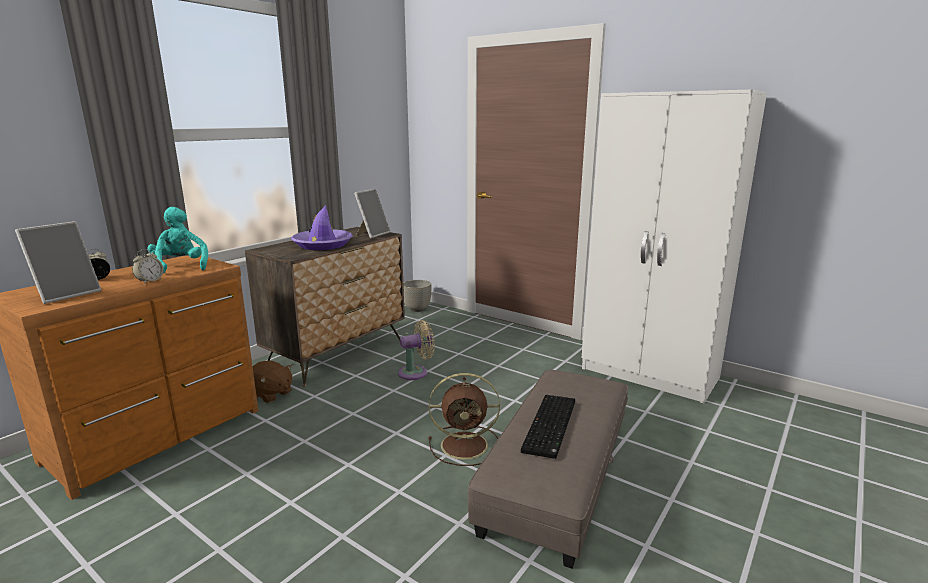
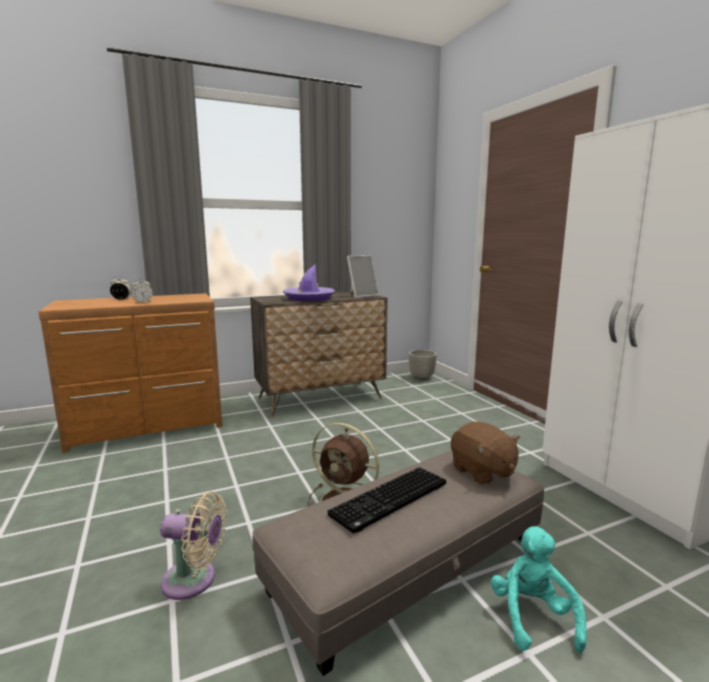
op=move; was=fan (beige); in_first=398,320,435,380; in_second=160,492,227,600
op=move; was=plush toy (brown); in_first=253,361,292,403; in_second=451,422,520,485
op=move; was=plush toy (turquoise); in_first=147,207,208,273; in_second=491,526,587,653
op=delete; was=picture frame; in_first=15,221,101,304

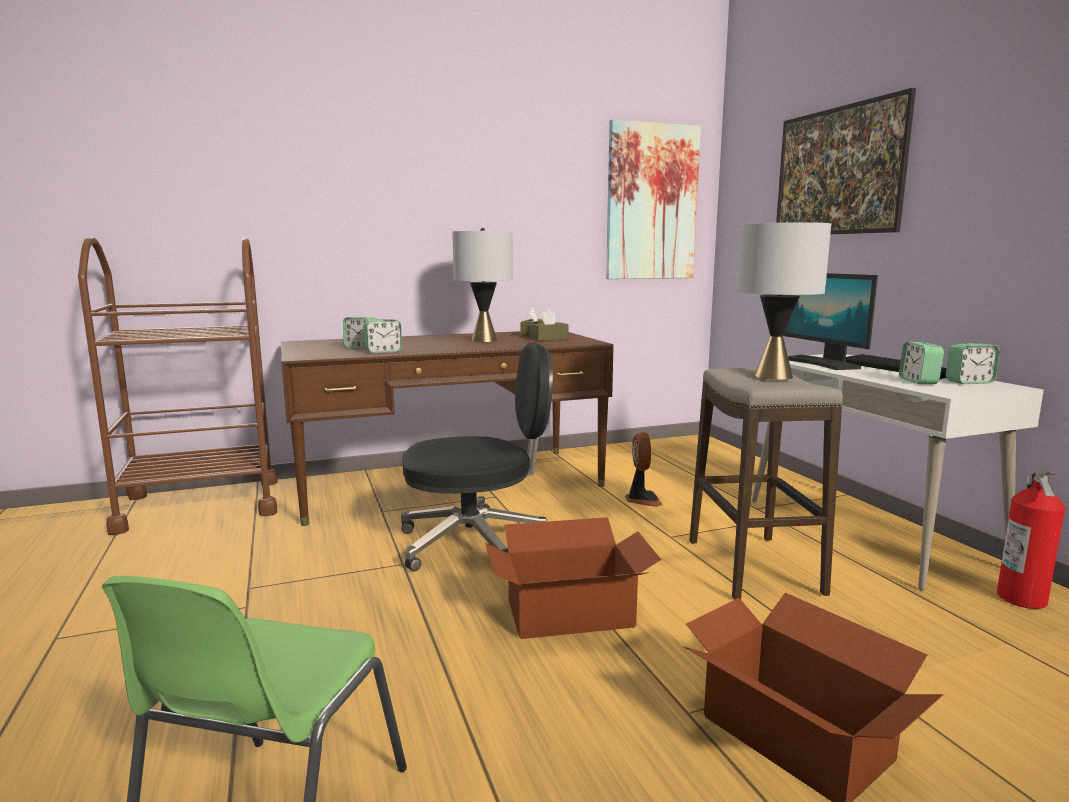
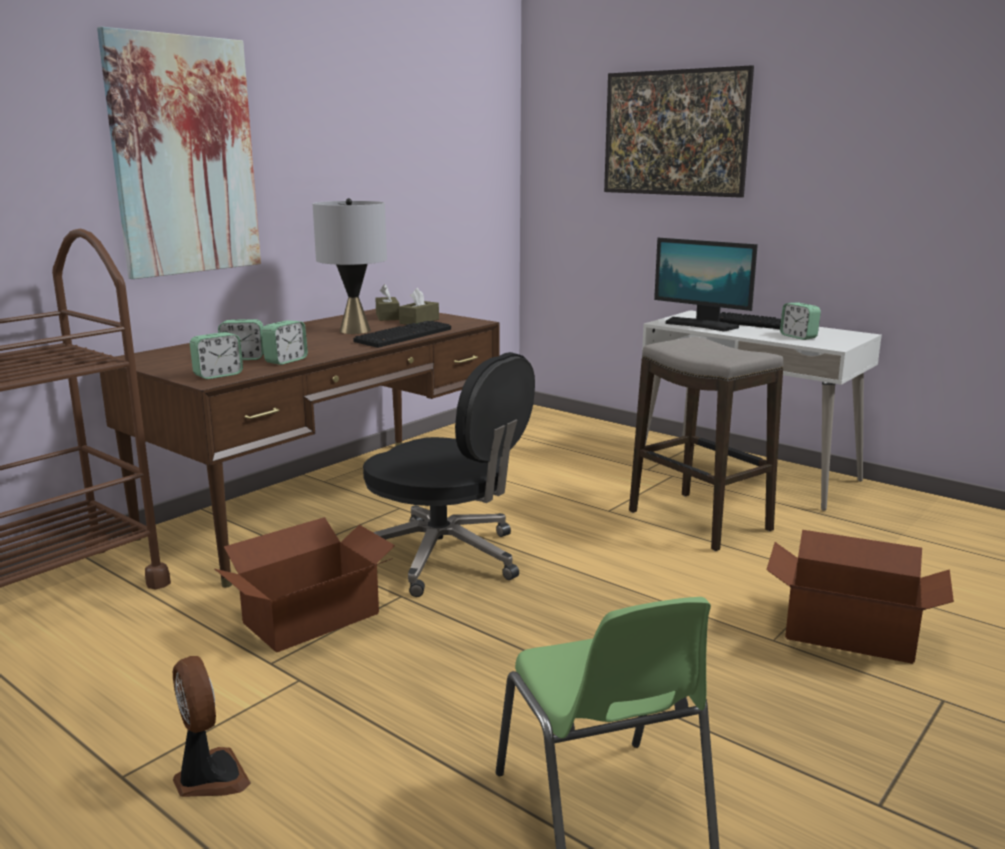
op=move; was=picture; in_first=606,119,701,279; in_second=97,27,261,279
op=move; was=fan; in_first=625,432,662,507; in_second=173,656,251,797
op=move; was=alarm clock; in_first=946,343,1000,384; in_second=190,332,243,379
op=move; was=cardboard box; in_first=485,517,661,639; in_second=215,517,395,652
op=insert; now=keyboard; in_second=353,321,451,348
op=rotate; was=office chair (black); in_first=401,343,553,572; in_second=363,352,535,597; clockwise=75
op=delete; was=table lamp (grey); in_first=737,219,831,380
op=delete; was=fire extinguisher; in_first=997,471,1065,609

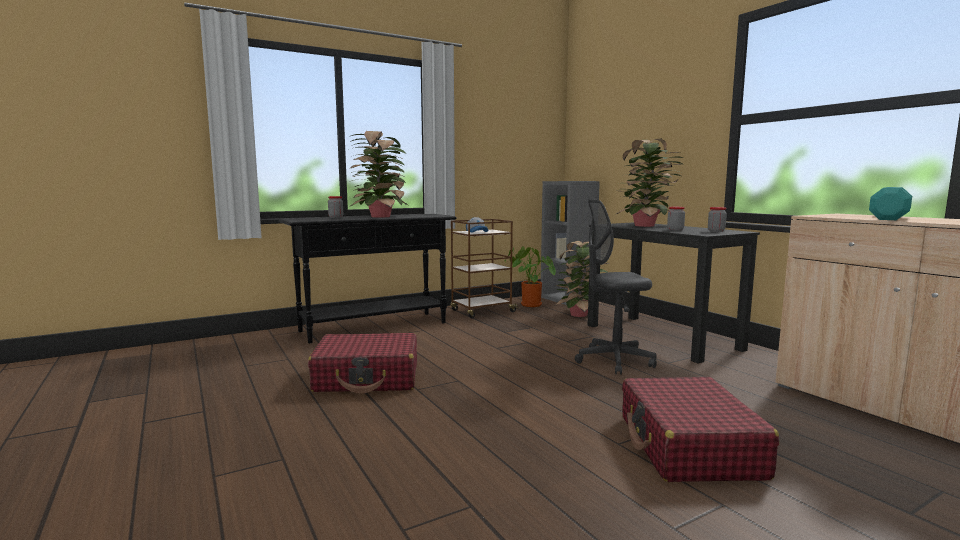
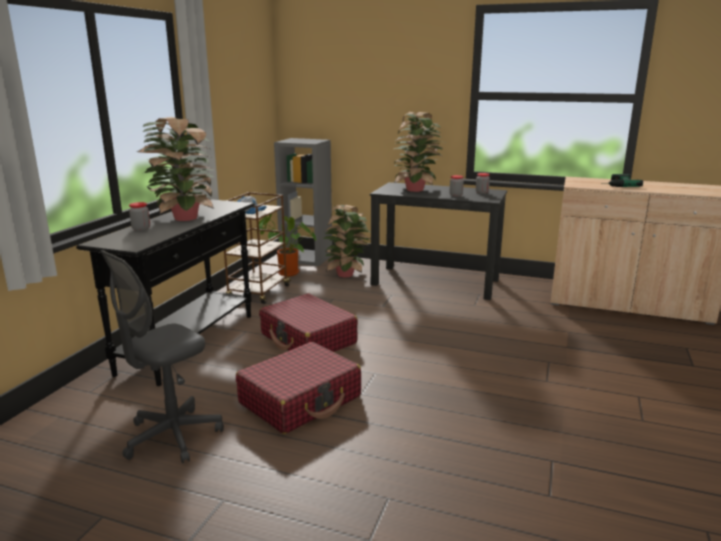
op=move; was=office chair (grey); in_first=575,199,657,375; in_second=101,250,224,463
op=move; was=suitcase (red); in_first=622,377,779,482; in_second=259,293,358,352
op=replace; was=dumbbell (turquoise); now=power drill; in_first=869,187,912,220; in_second=601,174,643,187

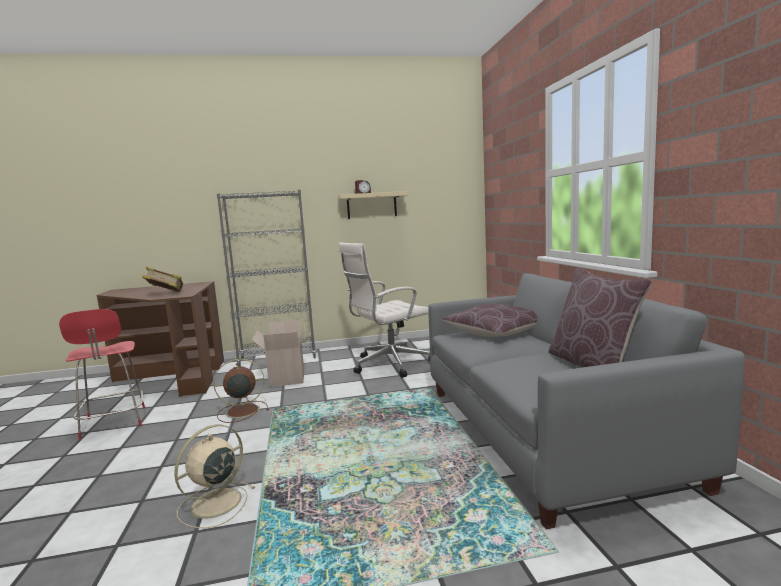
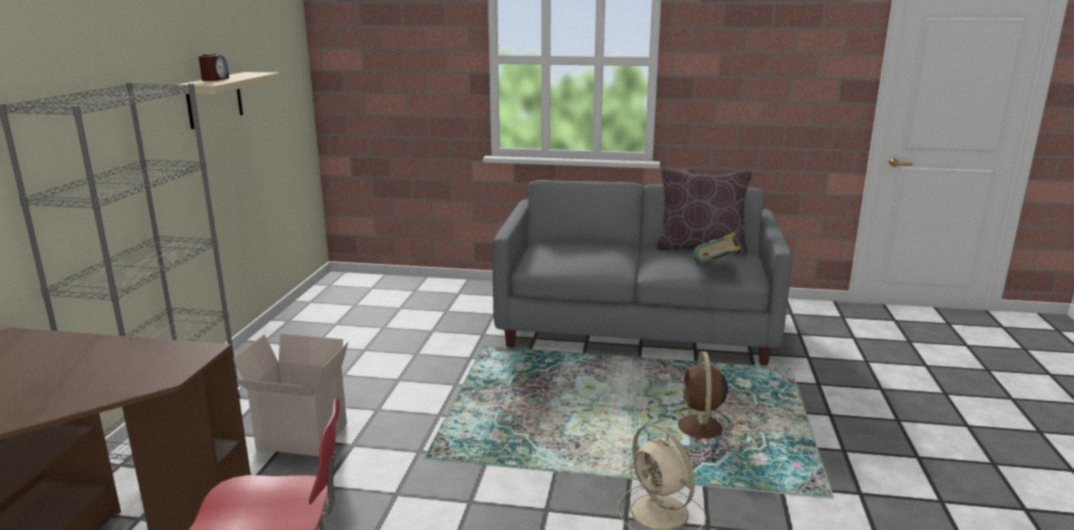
op=move; was=fan (brown); in_first=214,359,269,423; in_second=669,351,735,439
op=move; was=book; in_first=142,266,183,292; in_second=693,233,740,264
op=delete; was=office chair (white); in_first=339,243,430,378
op=delete; was=pillow (brown); in_first=441,304,537,337

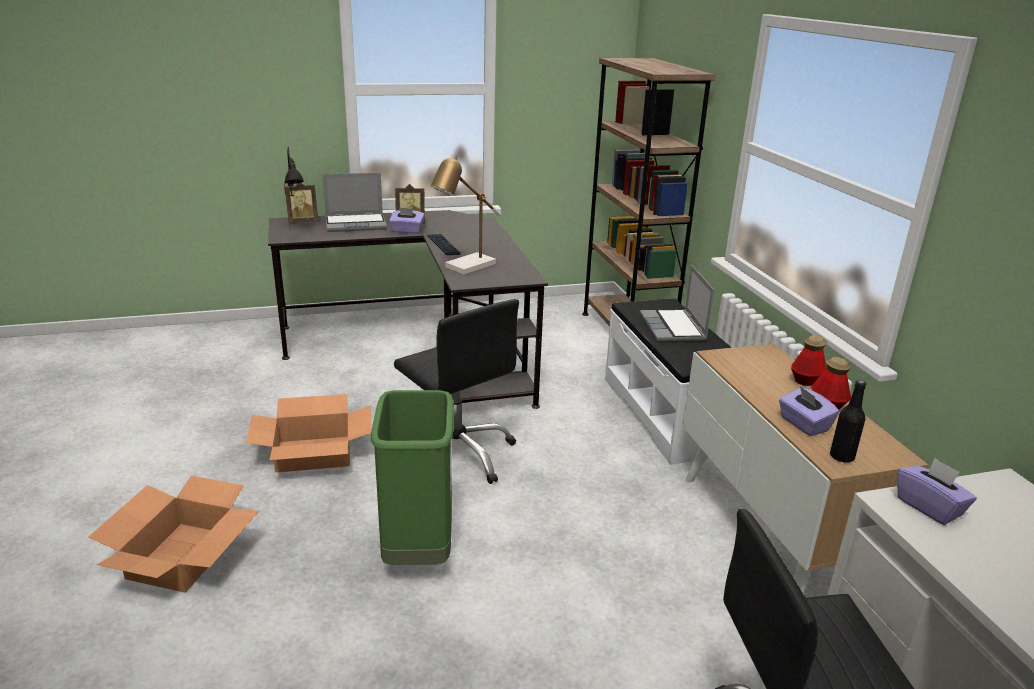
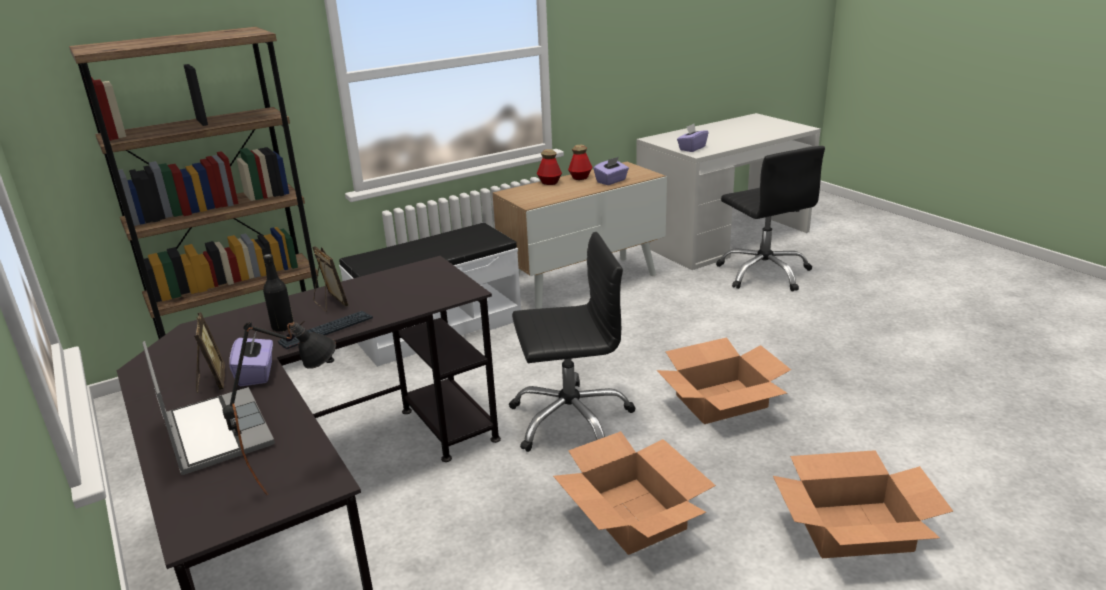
op=move; was=bottle (black); in_first=830,380,866,463; in_second=263,254,294,332
op=move; was=picture frame; in_first=285,183,318,223; in_second=312,246,348,312
op=rotate; was=office chair (black); in_first=394,299,519,484; in_second=509,232,636,452; clockwise=45
op=replace; was=trash can (green); now=cardboard box; in_first=371,390,454,565; in_second=656,337,791,424
op=delete; was=table lamp; in_first=431,155,501,274
op=delete; was=laptop; in_first=640,265,714,341

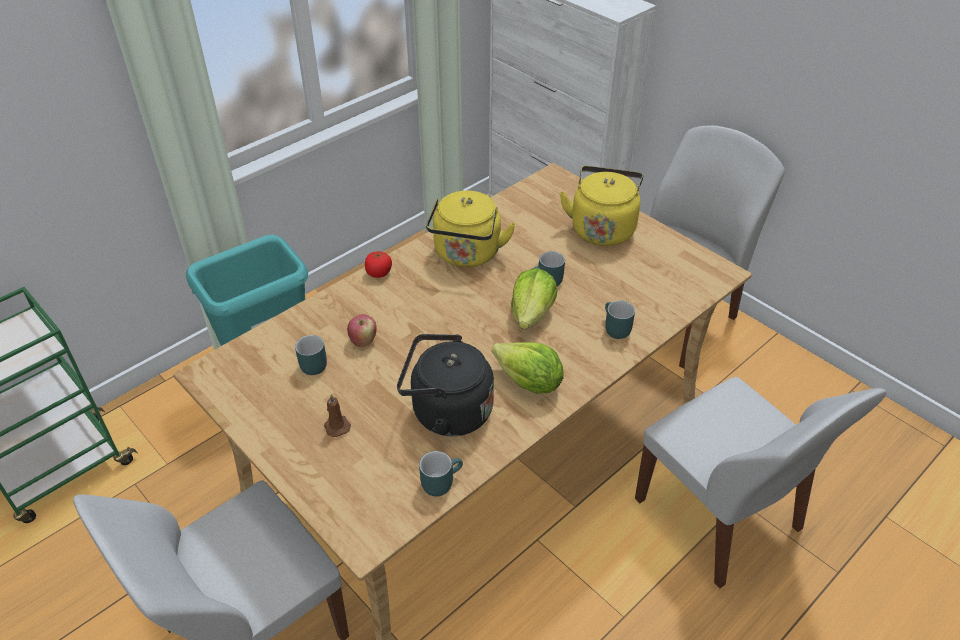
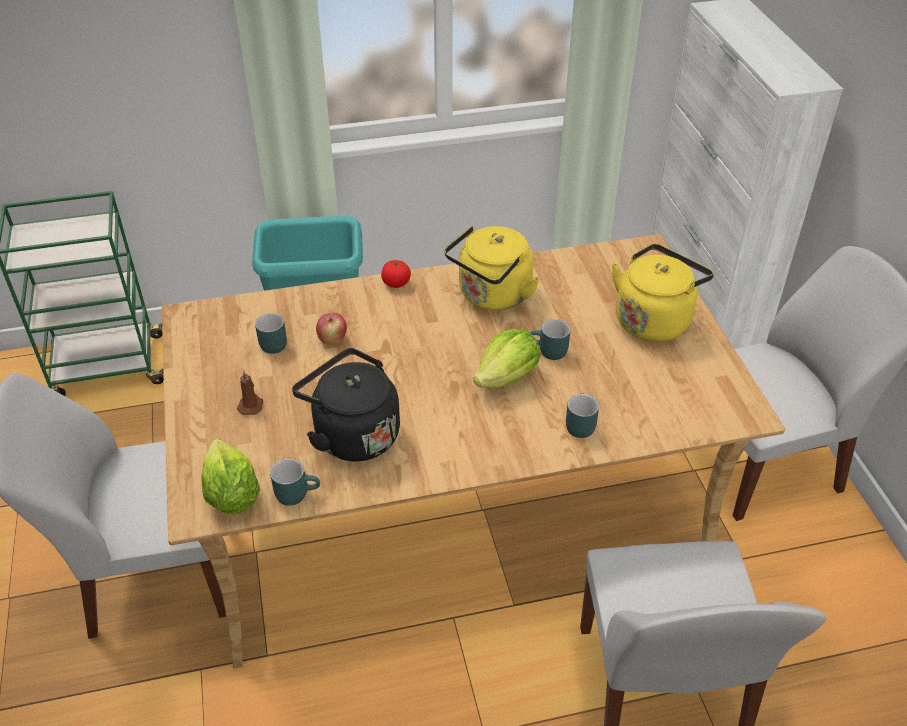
op=move; was=lettuce; in_first=492,342,564,394; in_second=201,439,260,514

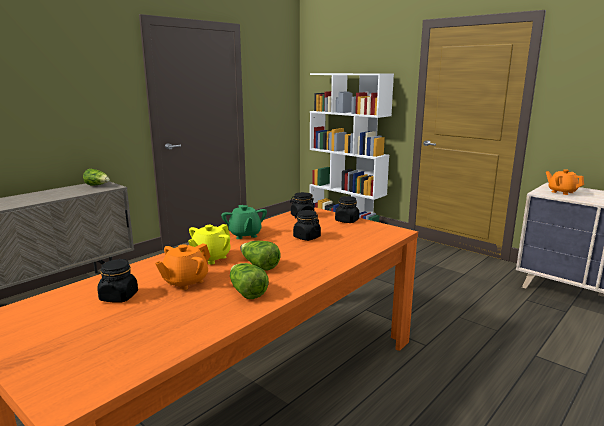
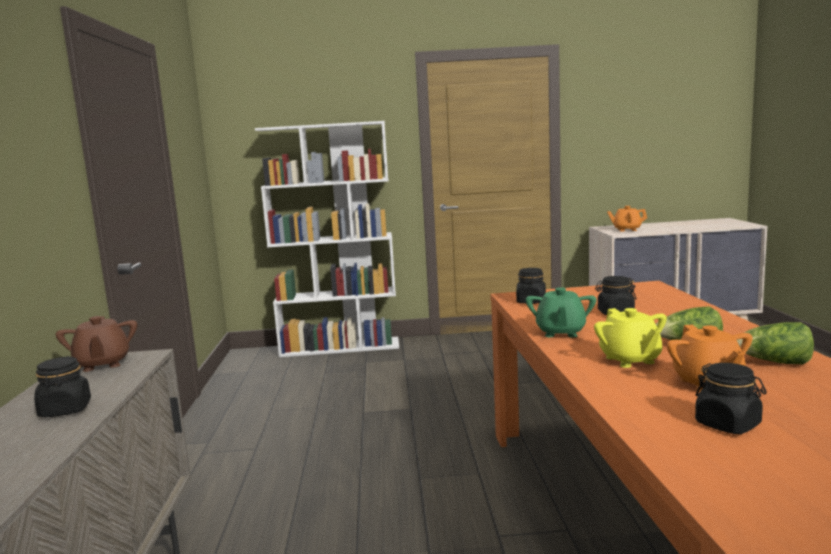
op=move; was=jar (black); in_first=335,196,359,223; in_second=34,356,91,417
op=replace; was=lettuce; now=teapot (brown); in_first=83,169,110,186; in_second=56,316,137,372
op=rotate; was=teapot (green); in_first=221,205,267,239; in_second=526,287,596,338; clockwise=75

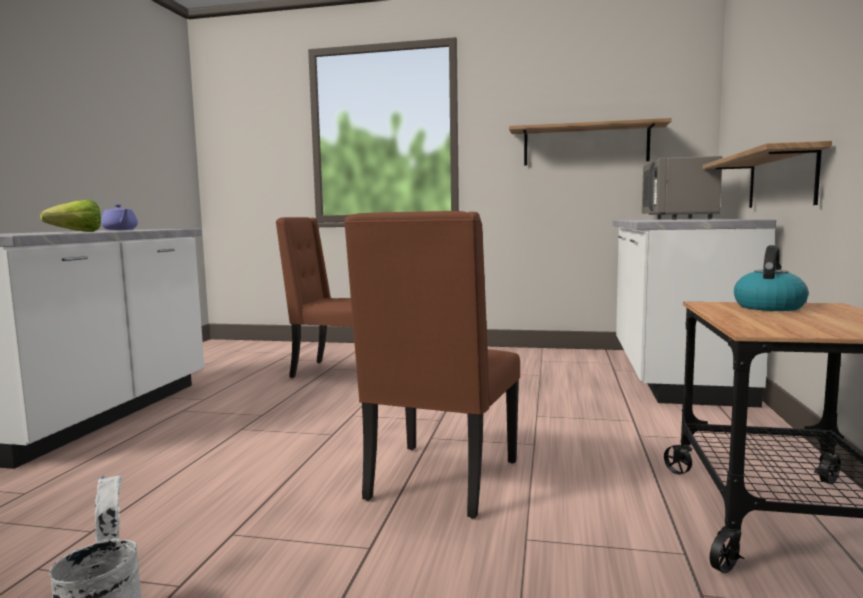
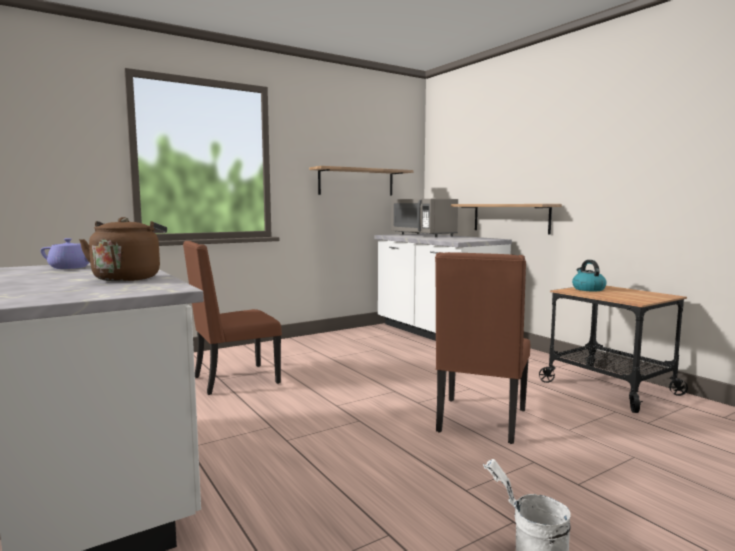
op=replace; was=lettuce; now=kettle (brown); in_first=40,200,101,232; in_second=79,217,167,281
op=rotate; was=chair (brown); in_first=344,211,520,519; in_second=435,252,530,444; clockwise=45

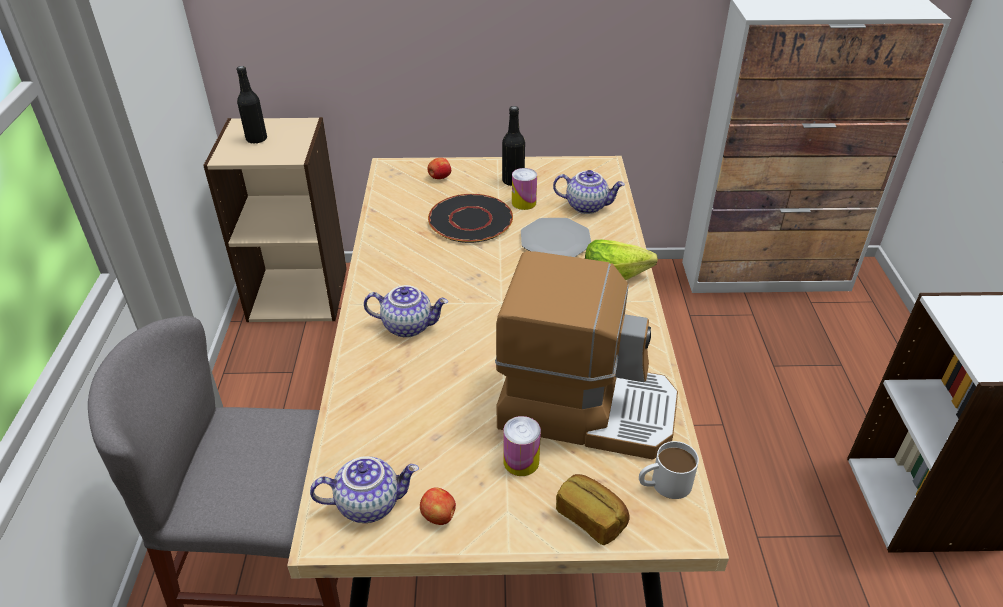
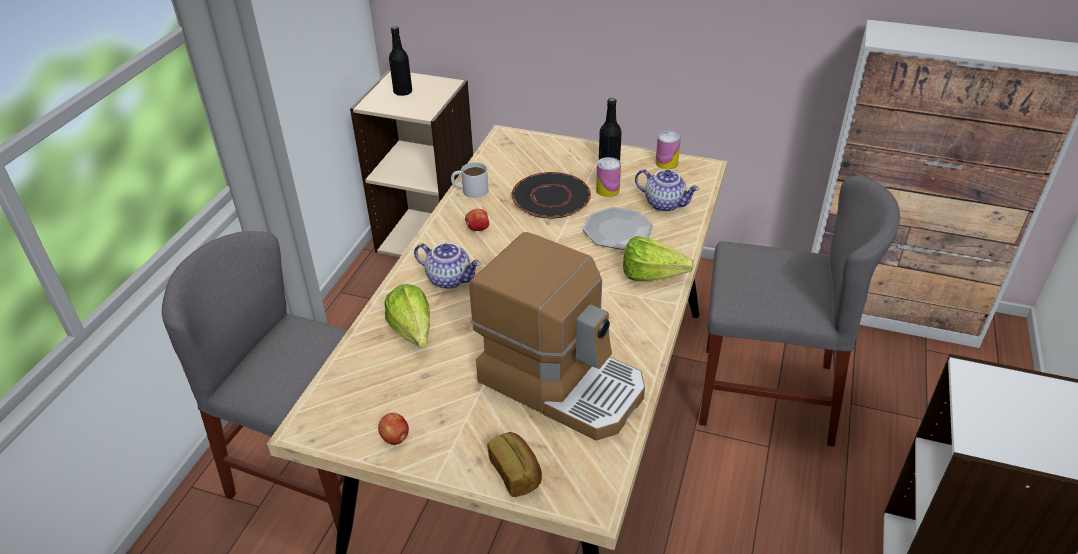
op=insert; now=lettuce; in_second=384,284,430,348
op=move; was=mug (white); in_first=639,441,699,499; in_second=451,162,488,198
op=move; was=apple; in_first=428,158,451,179; in_second=465,209,489,231
op=move; was=can; in_first=503,416,541,476; in_second=655,131,681,169
op=insert; now=chair (grey); in_second=699,176,900,446
op=delete; was=teapot; in_first=310,456,419,523

